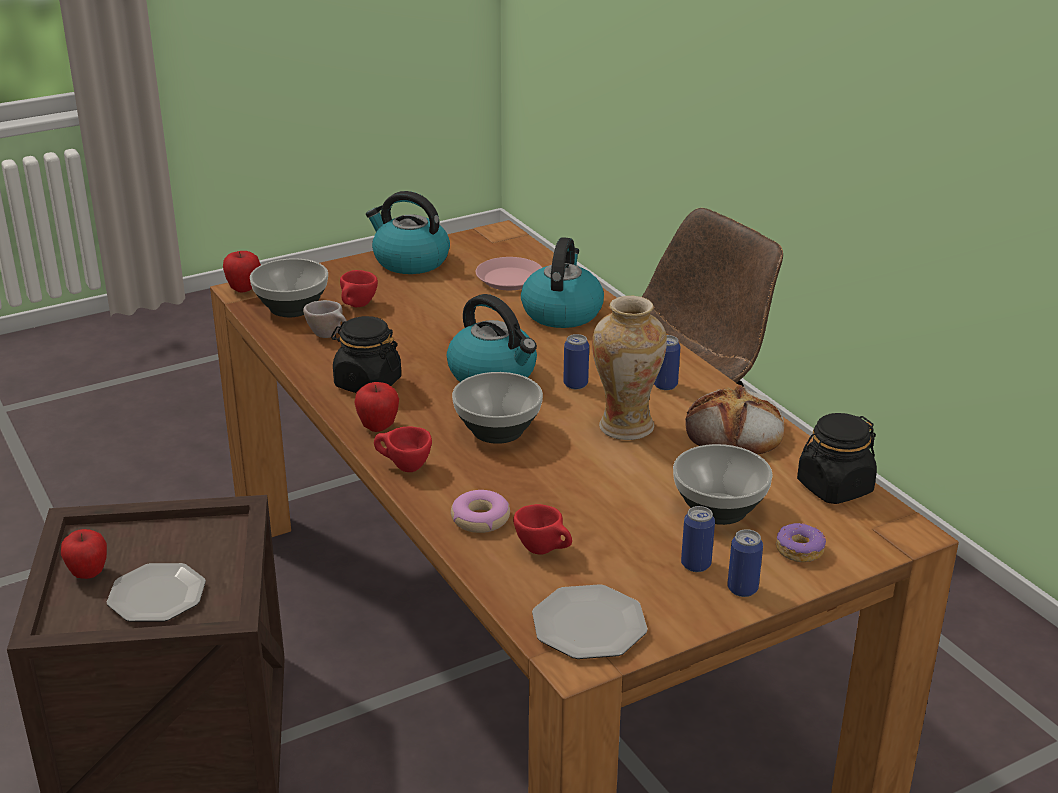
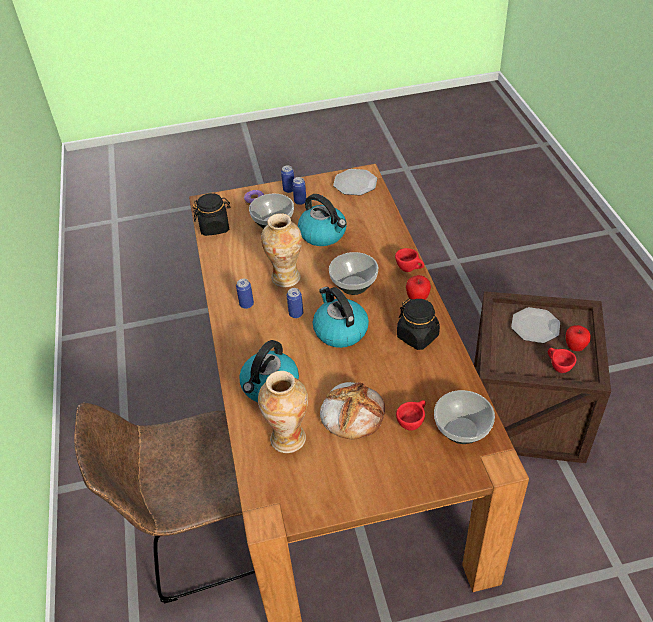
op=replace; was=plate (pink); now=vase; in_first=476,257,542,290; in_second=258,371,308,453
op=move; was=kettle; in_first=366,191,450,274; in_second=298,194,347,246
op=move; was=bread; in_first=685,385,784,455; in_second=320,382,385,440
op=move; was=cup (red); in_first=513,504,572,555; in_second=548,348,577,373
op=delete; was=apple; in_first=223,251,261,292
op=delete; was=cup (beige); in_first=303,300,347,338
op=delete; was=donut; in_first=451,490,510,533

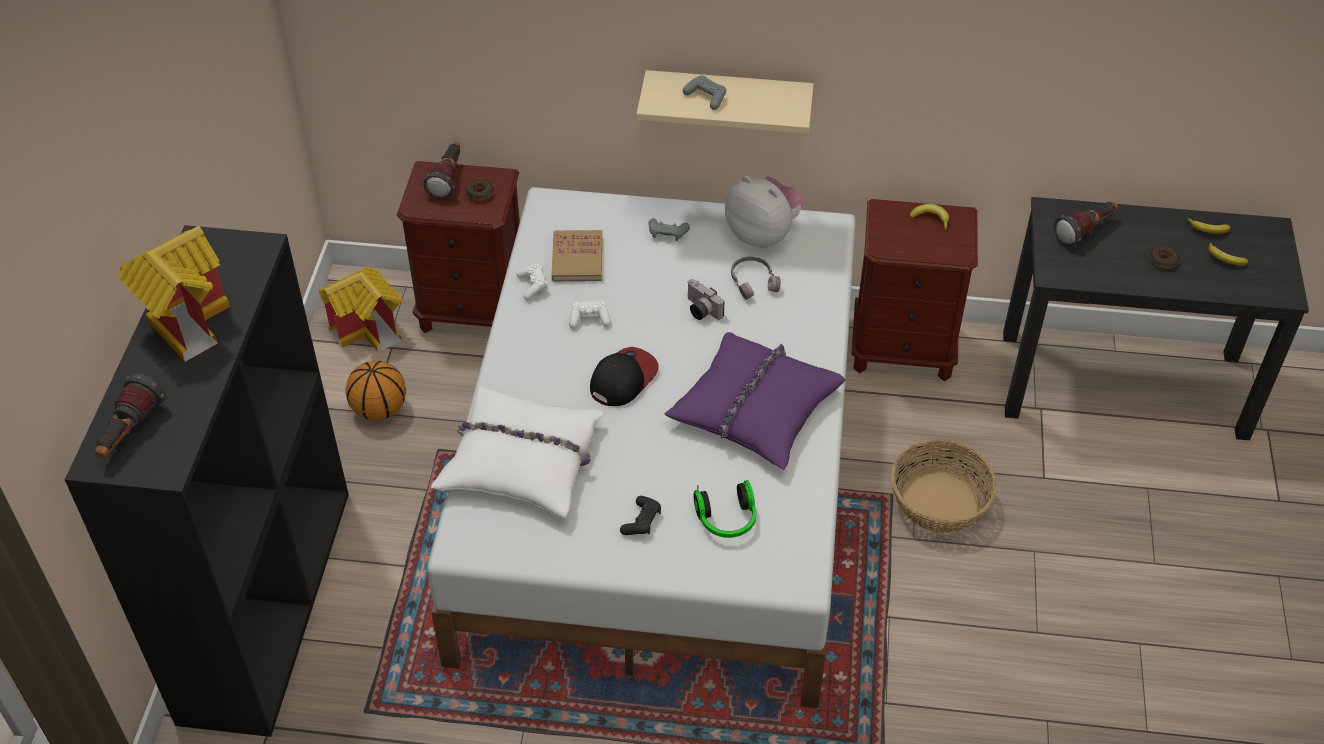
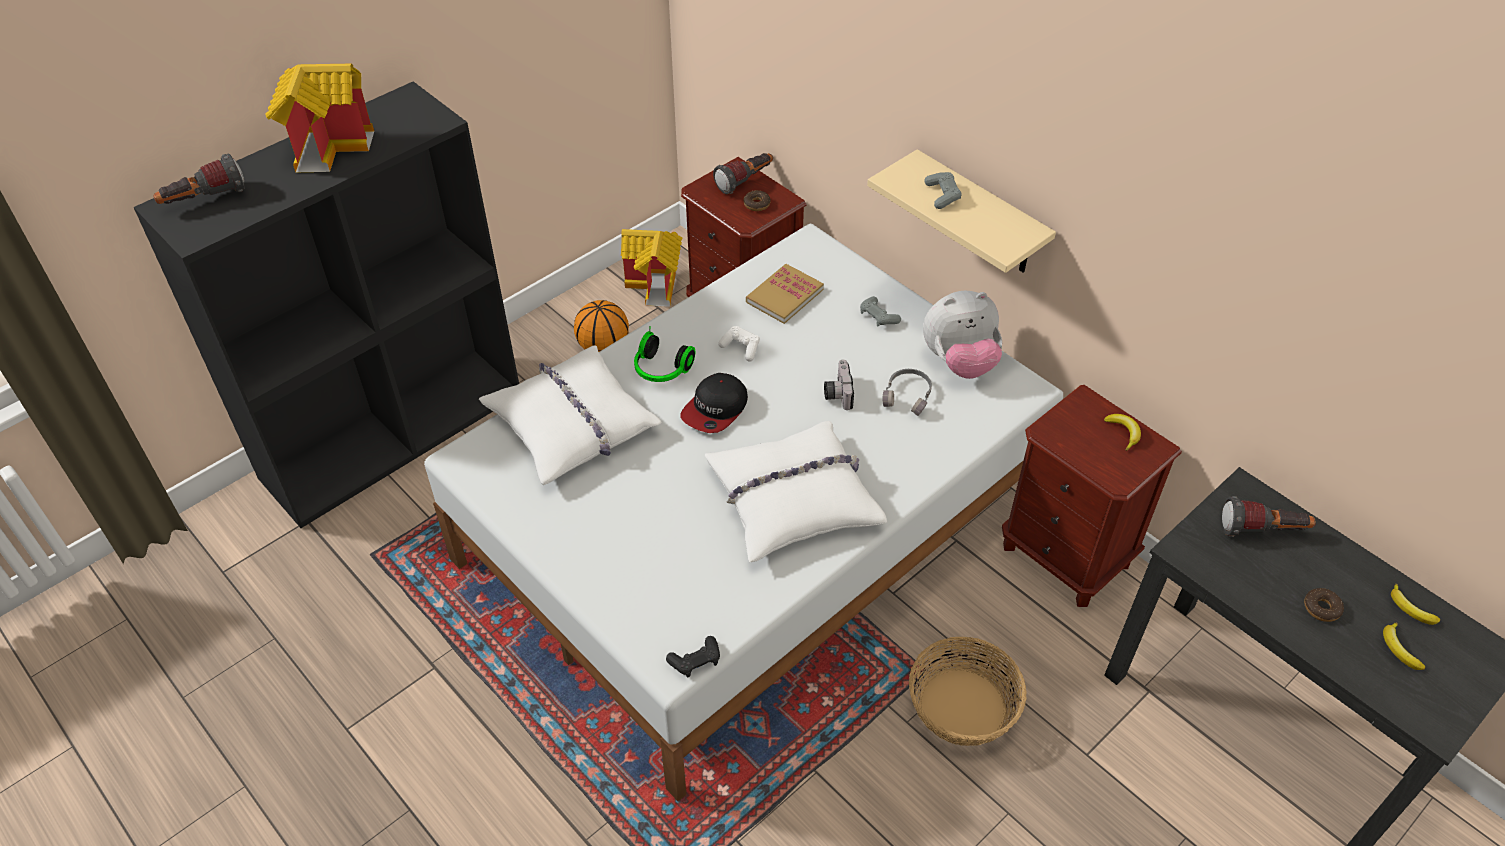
op=move; was=headphones; in_first=693,480,756,538; in_second=634,326,695,382
op=move; was=game controller (black); in_first=620,496,661,535; in_second=666,636,720,677
op=rotate; was=cap; in_first=590,347,659,406; in_second=680,373,748,433; clockwise=135
op=recolor; was=pillow (purple); now=pillow (white); in_first=664,332,846,470; in_second=705,421,887,562
op=rotate; was=plush toy; in_first=725,176,803,248; in_second=923,291,1002,379; clockwise=90
op=delete; was=game controller (white); in_first=516,263,548,300

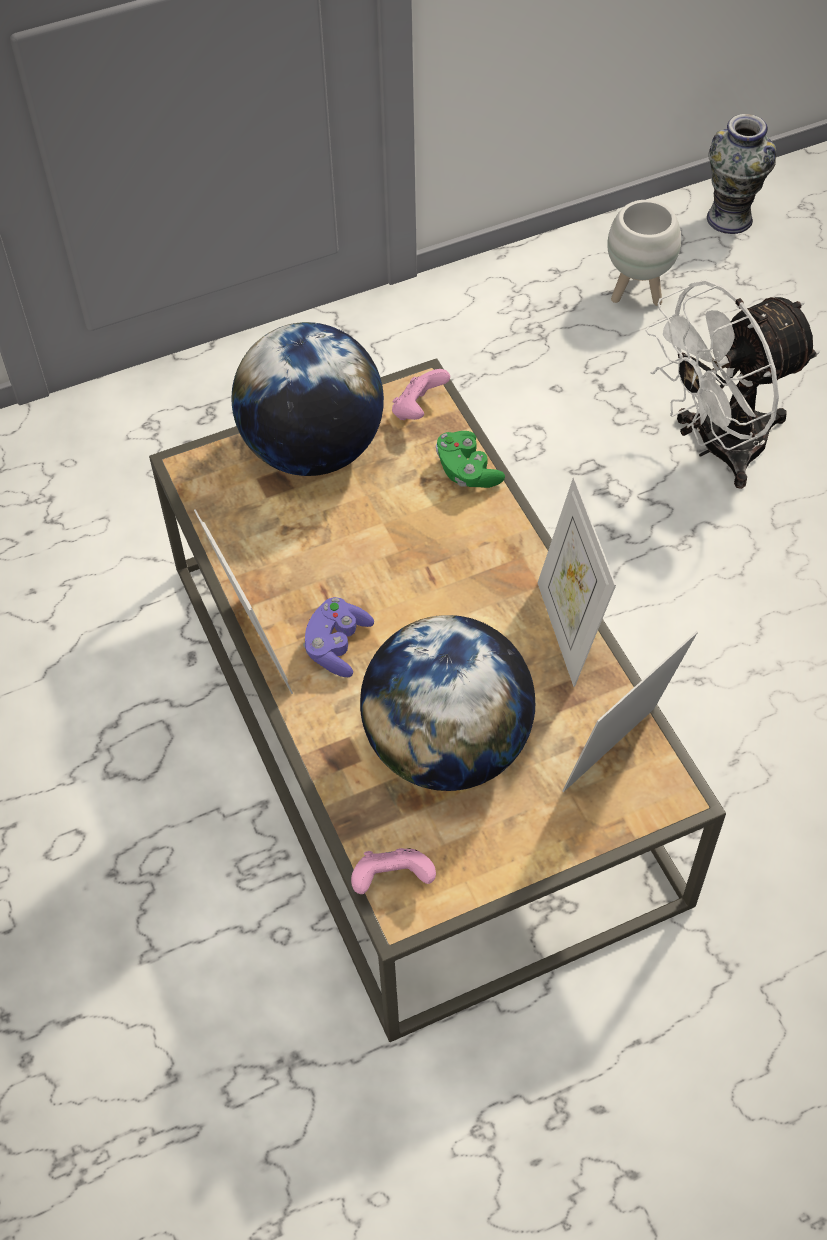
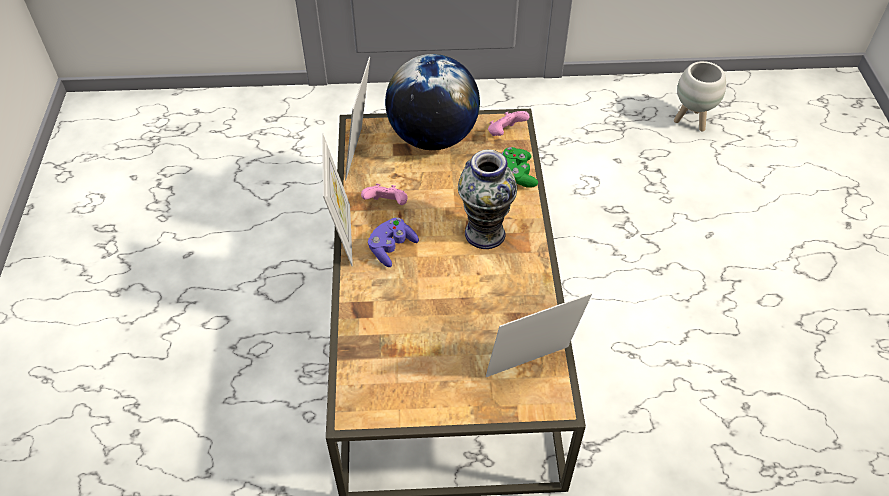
op=move; was=picture frame; in_first=537,477,616,687; in_second=345,57,370,180
op=move; was=game controller (pink); in_first=351,848,436,894; in_second=361,183,408,205
op=move; was=vase; in_first=707,114,776,234; in_second=458,150,517,249
op=delete; was=globe; in_first=360,615,535,791
op=delete; was=fan (white); in_first=645,280,820,489

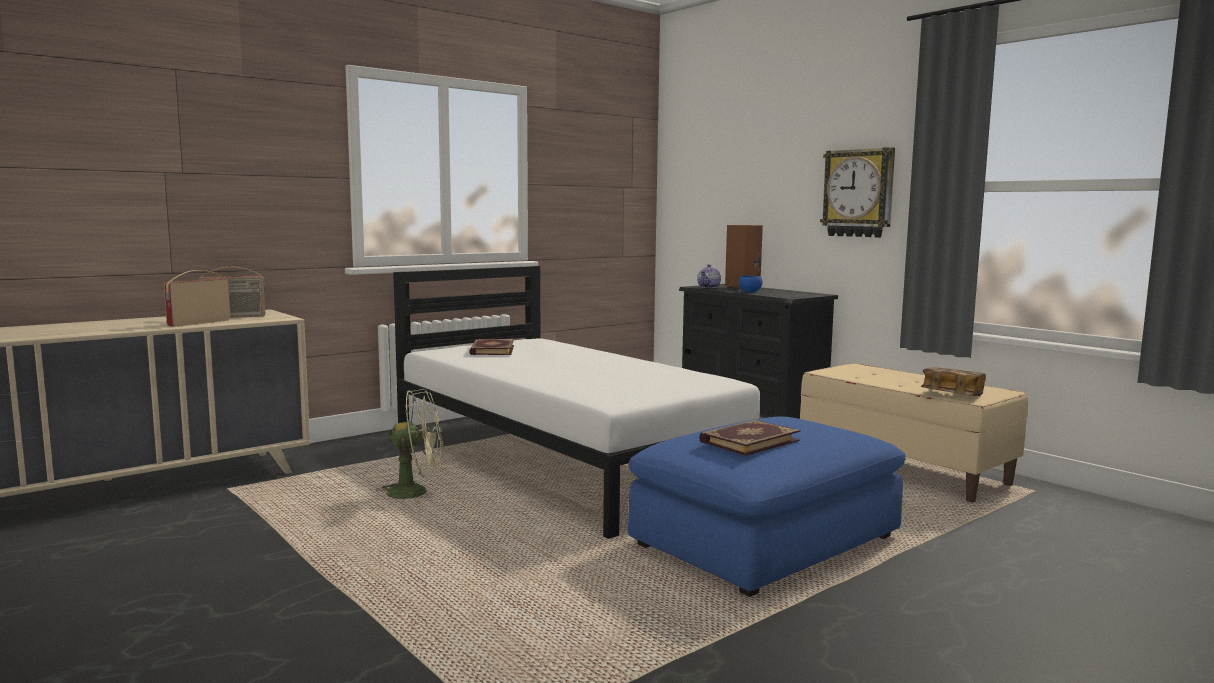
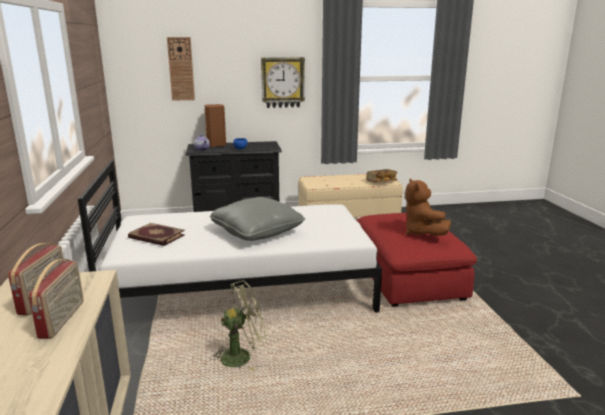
op=rotate; was=radio; in_first=164,270,231,327; in_second=29,259,84,339; clockwise=-150
op=insert; now=wall clock; in_second=167,37,195,101
op=insert; now=pillow (grey); in_second=210,197,305,241
op=rotate; was=fan (green); in_first=376,389,444,504; in_second=210,281,267,371; clockwise=45
op=recolor; was=ottoman (blue); now=ottoman (red); in_first=628,416,905,597; in_second=357,213,477,307
op=replace; was=book; now=plush toy (brown); in_first=699,420,800,456; in_second=405,178,451,236

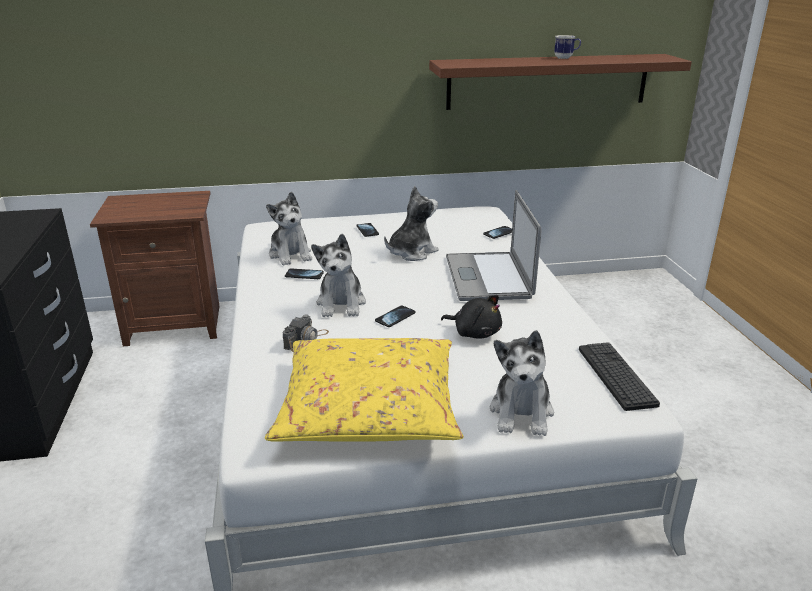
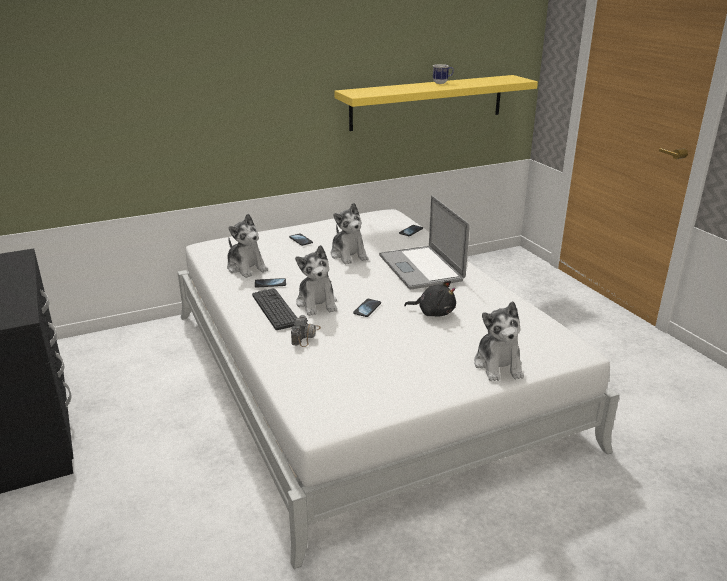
op=move; was=keyboard; in_first=579,342,660,411; in_second=252,288,297,330
op=rotate; was=plush toy; in_first=384,186,439,261; in_second=331,203,369,264; clockwise=120
op=recolor; was=shelf (brown); now=shelf (yellow); in_first=429,54,692,110; in_second=335,75,538,131
op=delete; was=nightstand (brown); in_first=90,191,220,346
op=delete; was=pillow (yellow); in_first=265,338,463,442

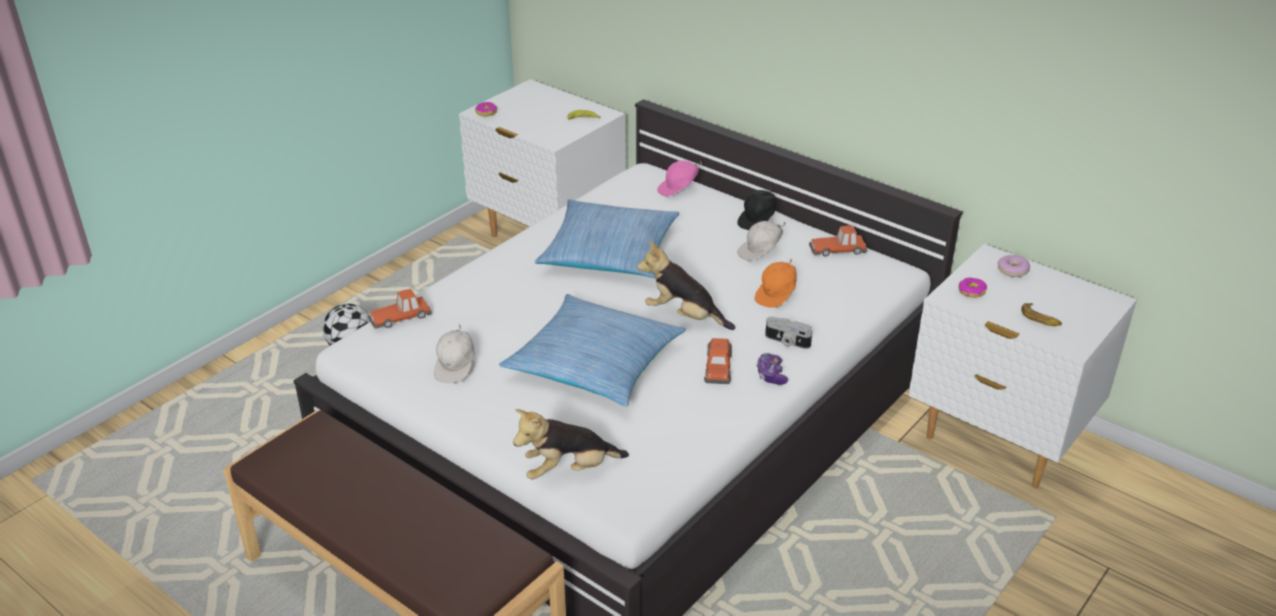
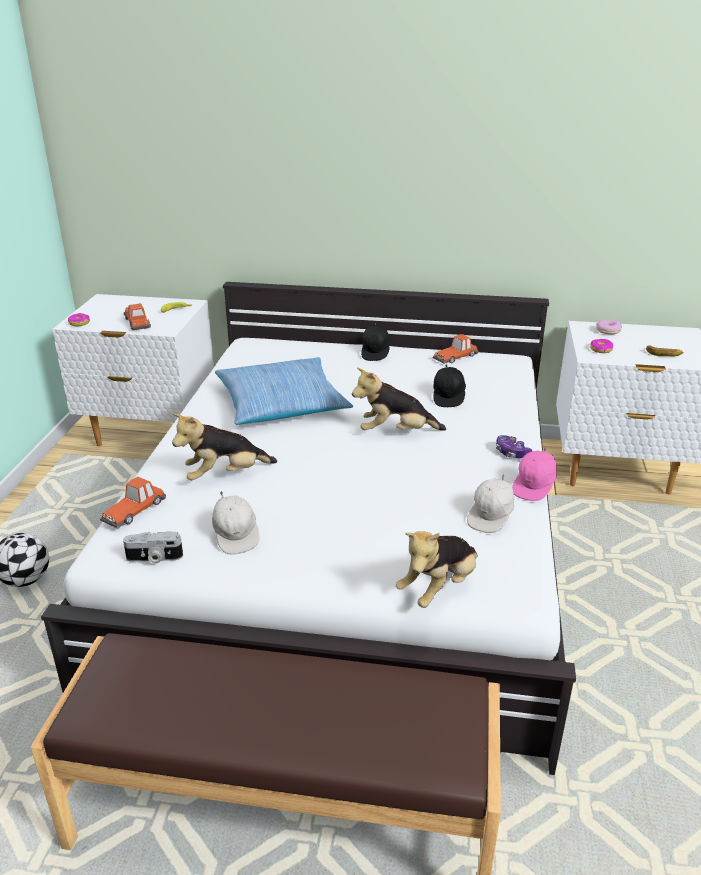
op=move; was=toy car; in_first=704,338,732,384; in_second=123,303,151,330
op=move; was=photo camera; in_first=765,317,812,349; in_second=123,532,183,564
op=insert; now=plush toy; in_second=172,413,277,480
op=recolor; was=cap (orange); now=cap (black); in_first=755,259,797,308; in_second=433,365,466,407
op=move; was=cap (white); in_first=737,221,786,261; in_second=467,474,514,533
op=move; was=cap (pink); in_first=657,160,702,196; in_second=512,447,557,501
op=delete; was=pillow; in_first=499,294,686,407

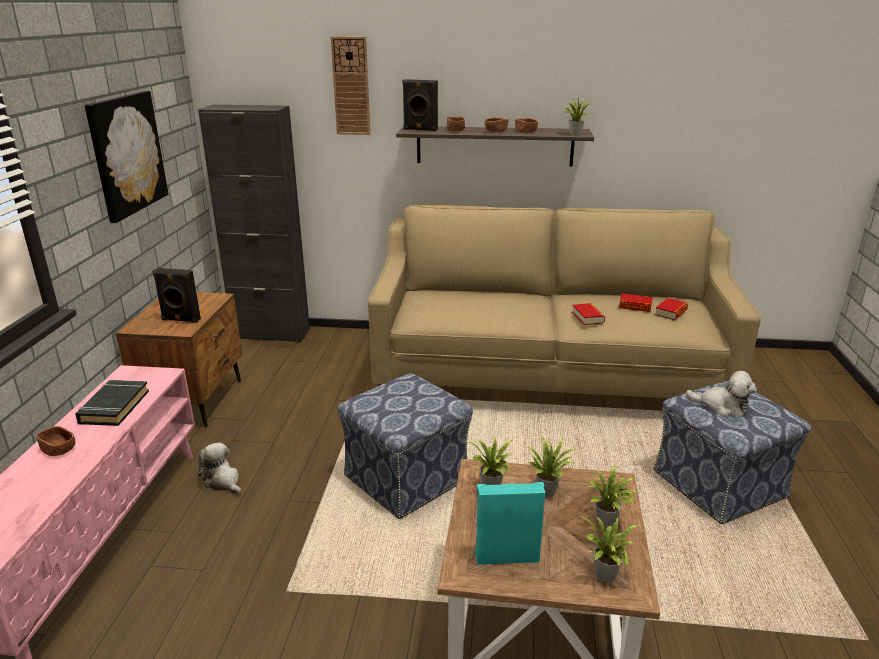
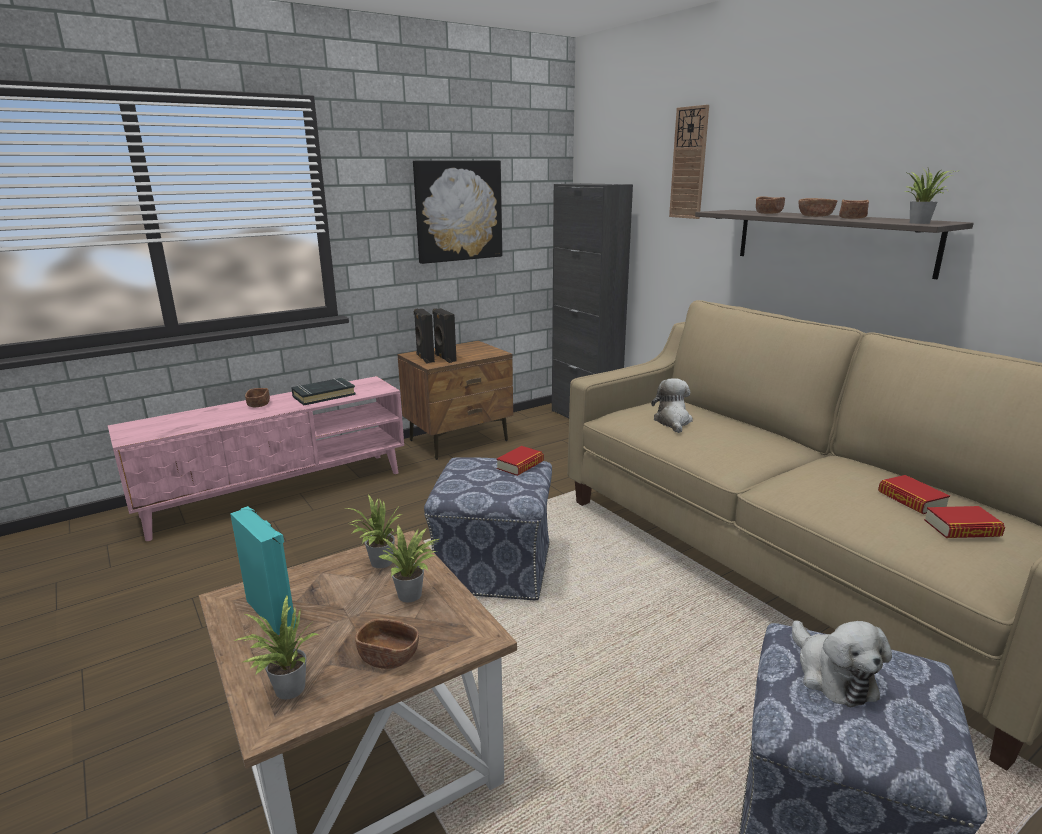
op=replace; was=potted plant; now=bowl (brown); in_first=588,465,640,529; in_second=355,619,419,669
op=move; was=speaker (black); in_first=402,79,438,131; in_second=414,309,435,363
op=move; was=book; in_first=572,303,605,325; in_second=496,446,544,476
op=move; was=plush toy; in_first=198,442,241,495; in_second=651,378,693,433

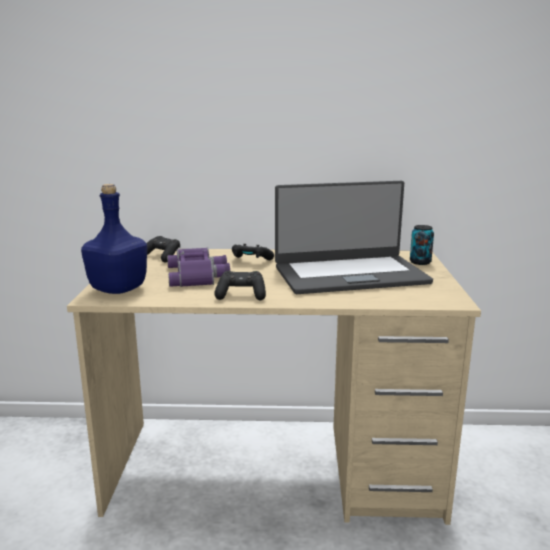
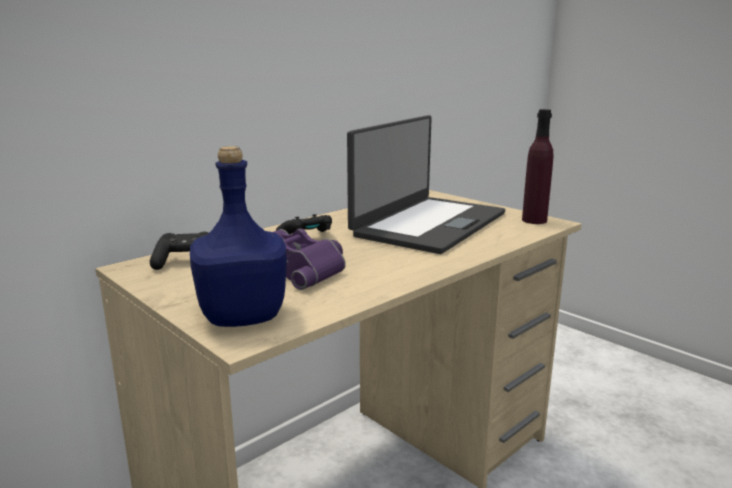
op=insert; now=bottle (purple); in_second=522,109,553,224
op=delete; was=game controller (black); in_first=214,271,266,300
op=delete; was=can; in_first=410,225,434,265

